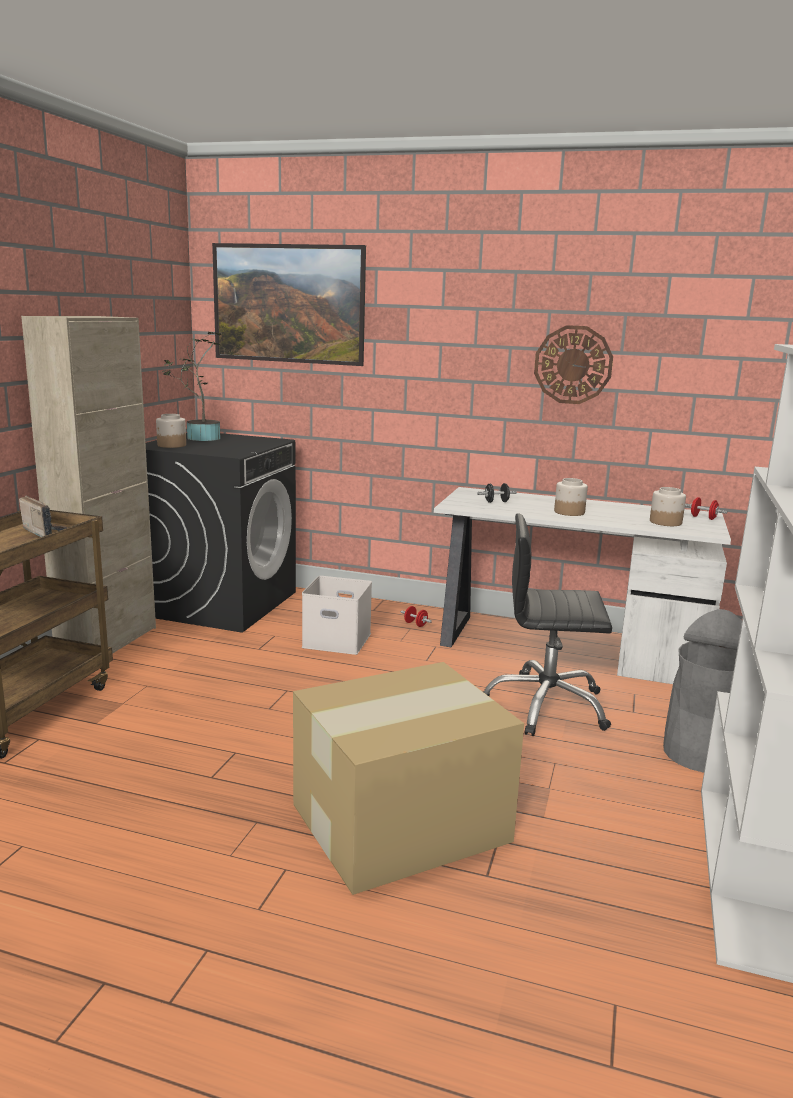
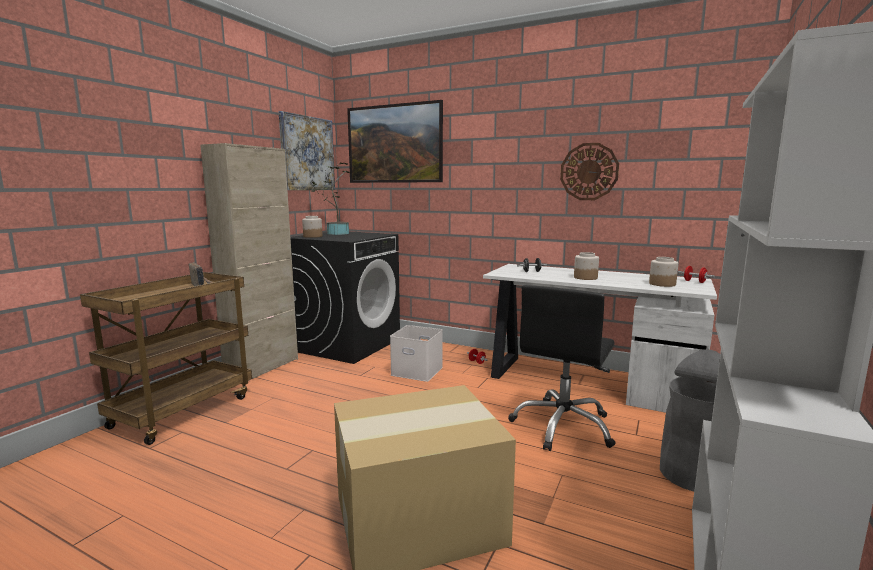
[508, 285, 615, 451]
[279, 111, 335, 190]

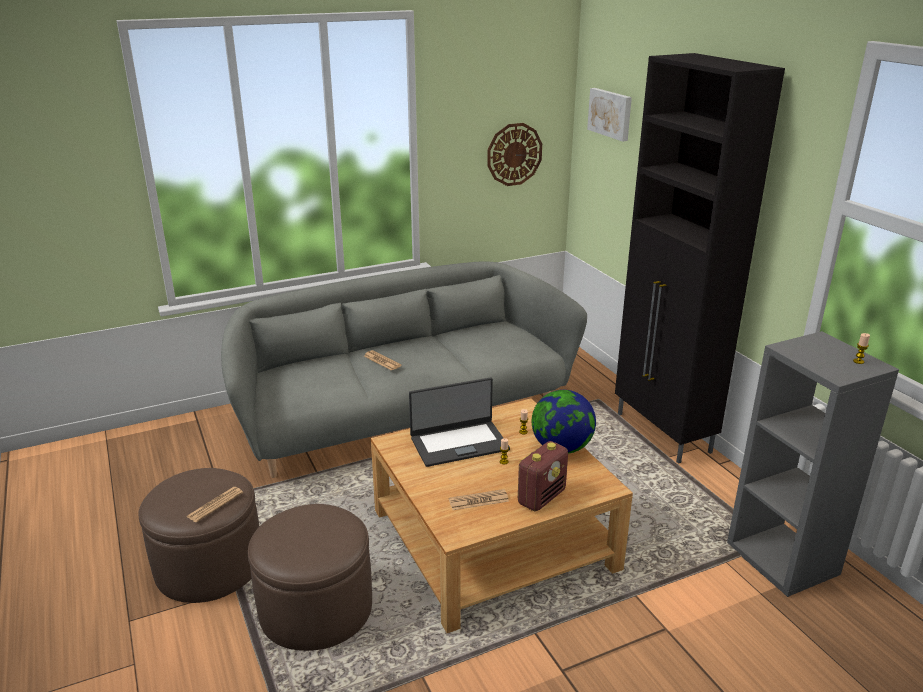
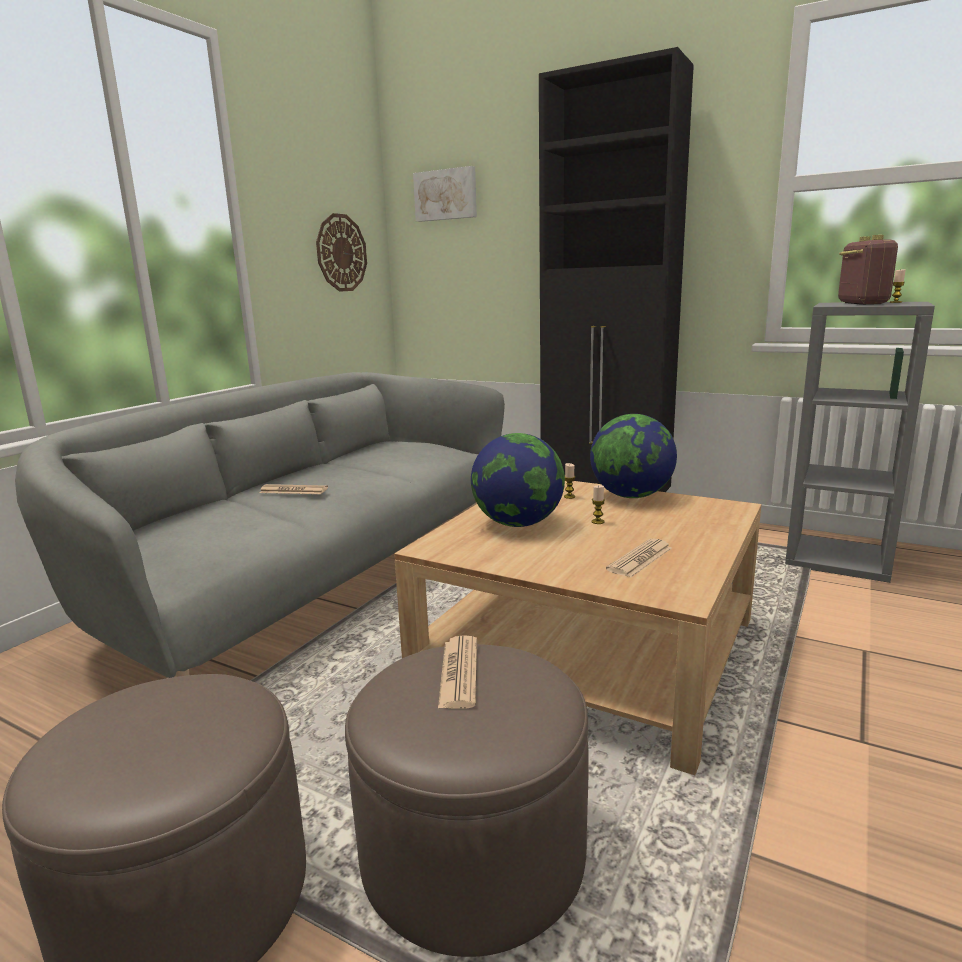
[438, 635, 477, 709]
[471, 433, 565, 527]
[838, 235, 898, 305]

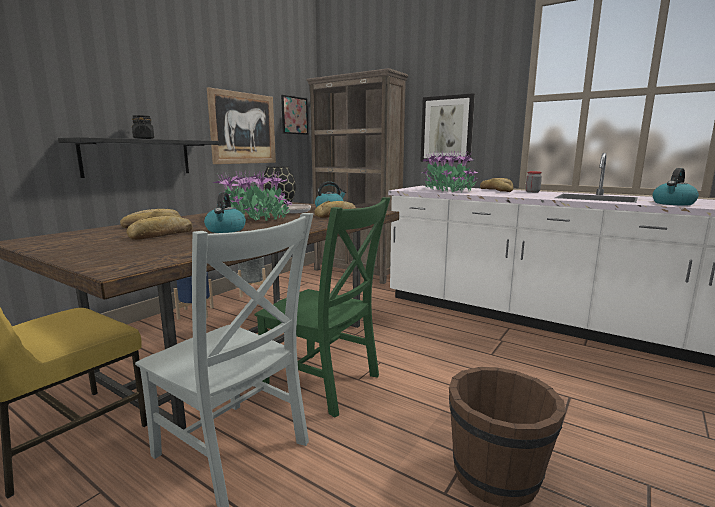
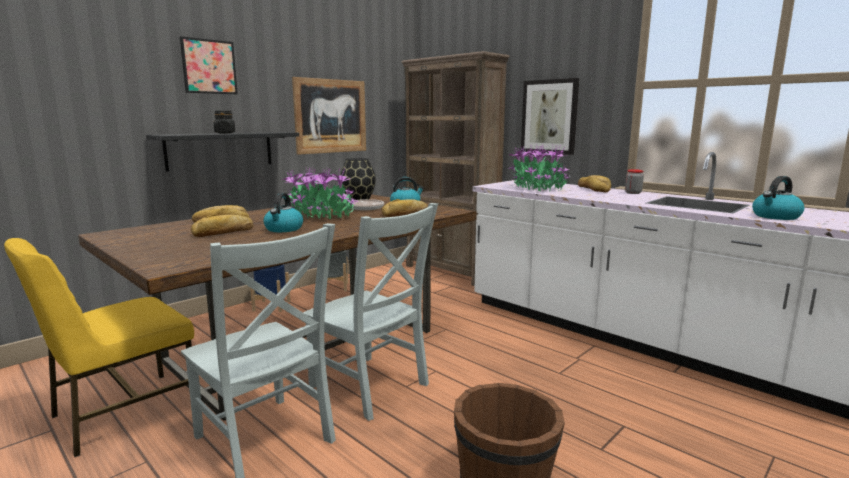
[303, 203, 438, 421]
[180, 36, 238, 94]

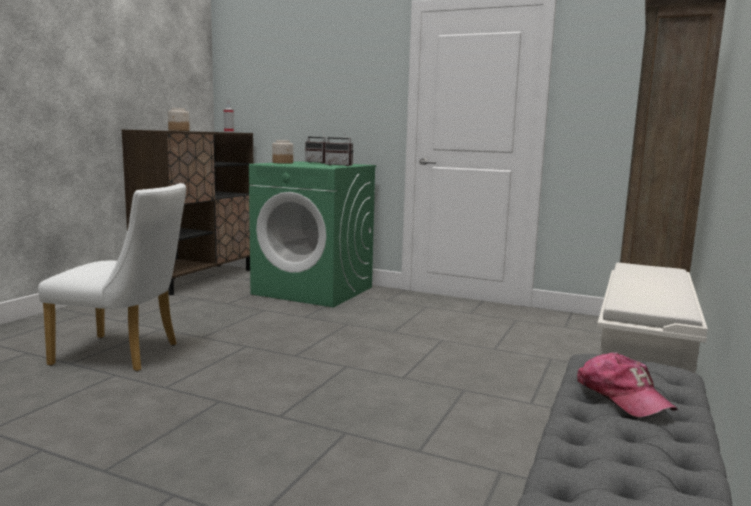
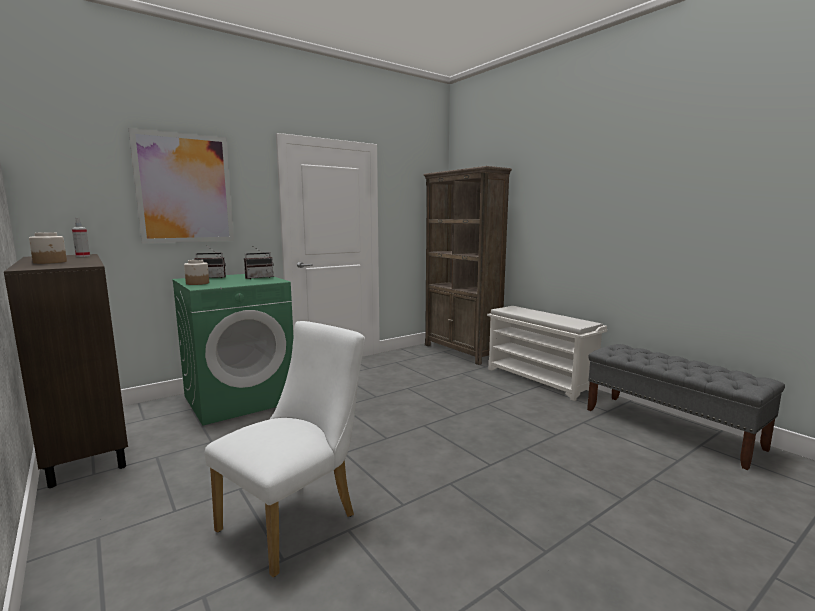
[577, 353, 678, 418] (first image)
[129, 128, 234, 244]

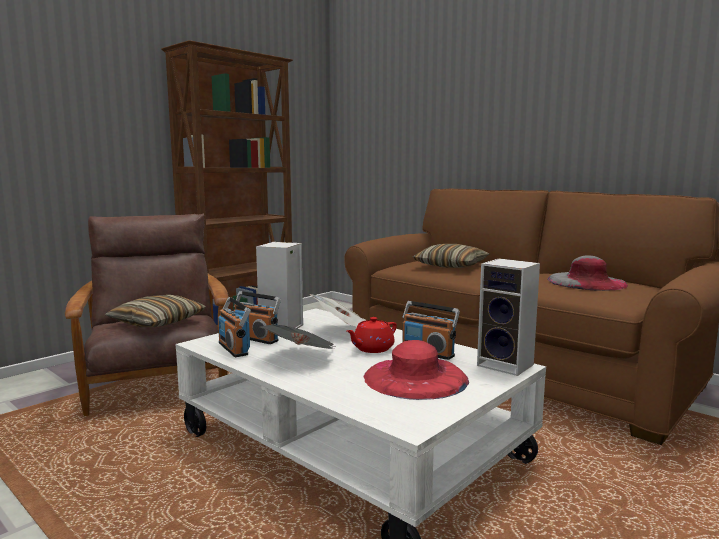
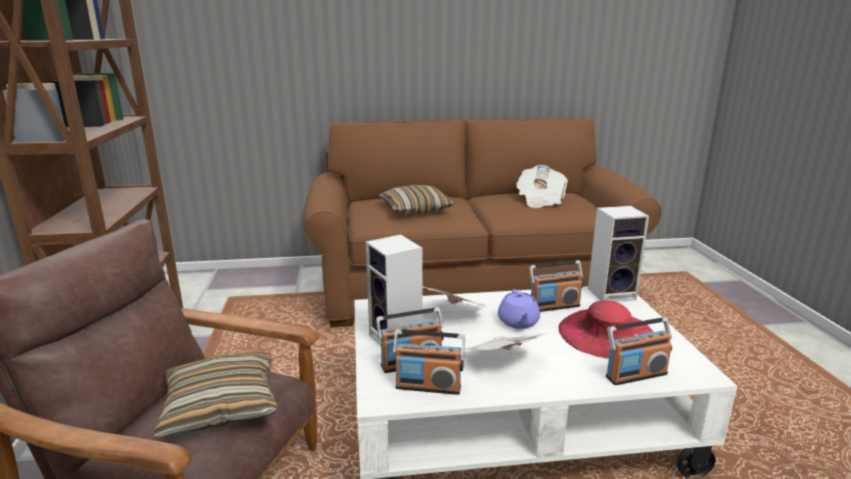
[498, 289, 540, 329]
[516, 165, 568, 208]
[606, 317, 672, 385]

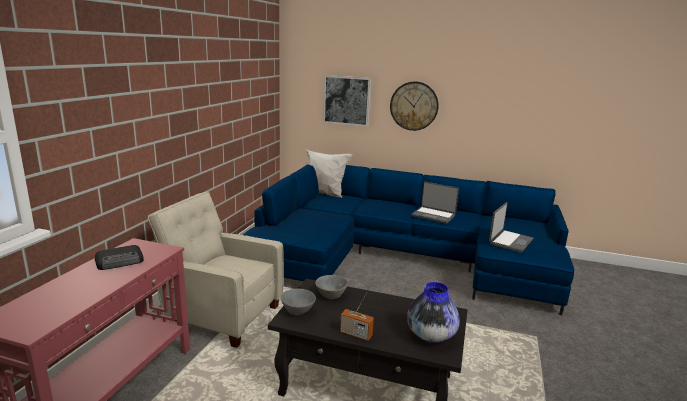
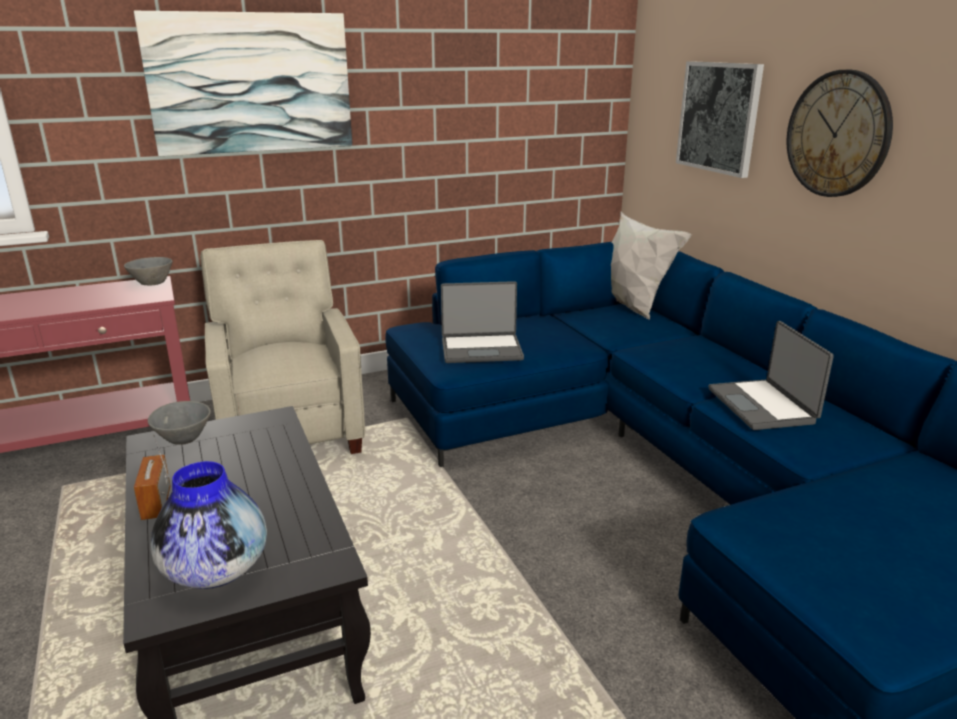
[95, 245, 144, 270] (first image)
[124, 257, 173, 285]
[441, 281, 524, 363]
[134, 11, 352, 156]

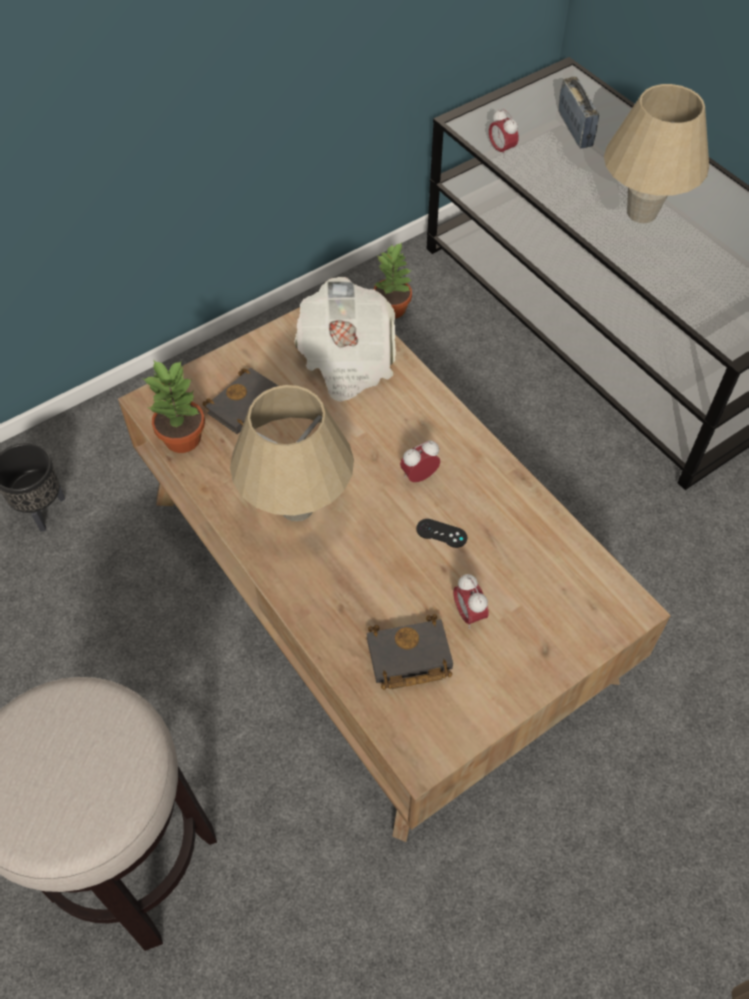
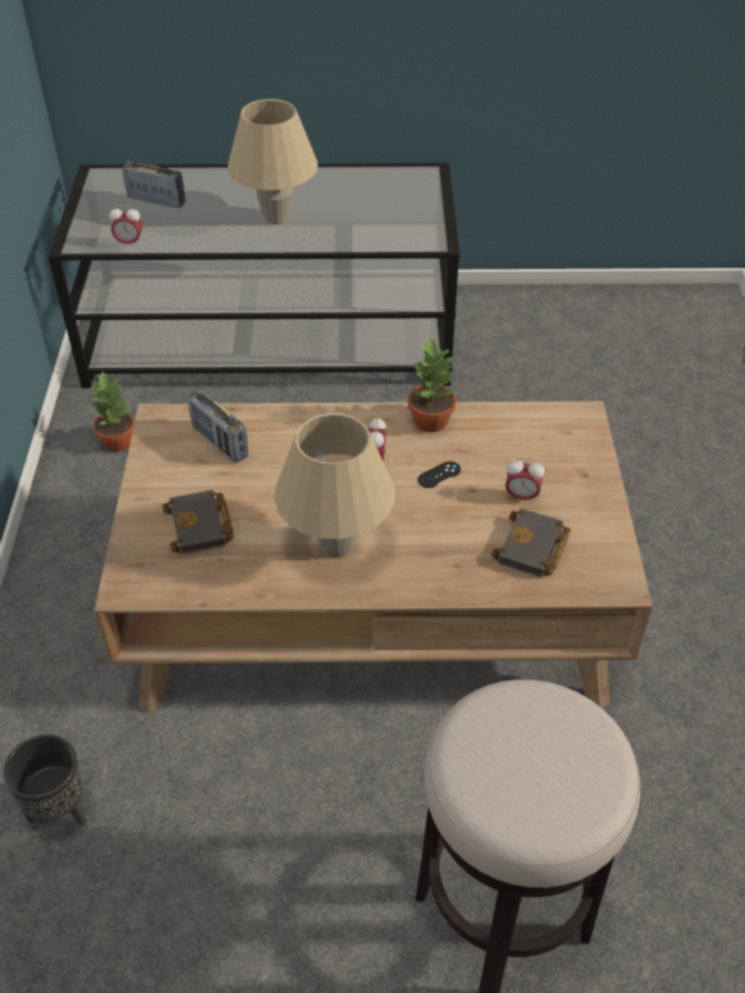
[408, 335, 456, 432]
[188, 390, 248, 463]

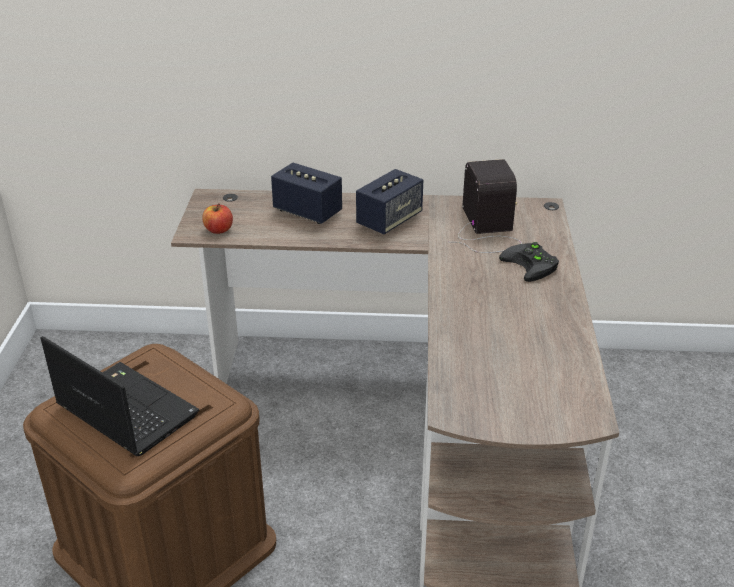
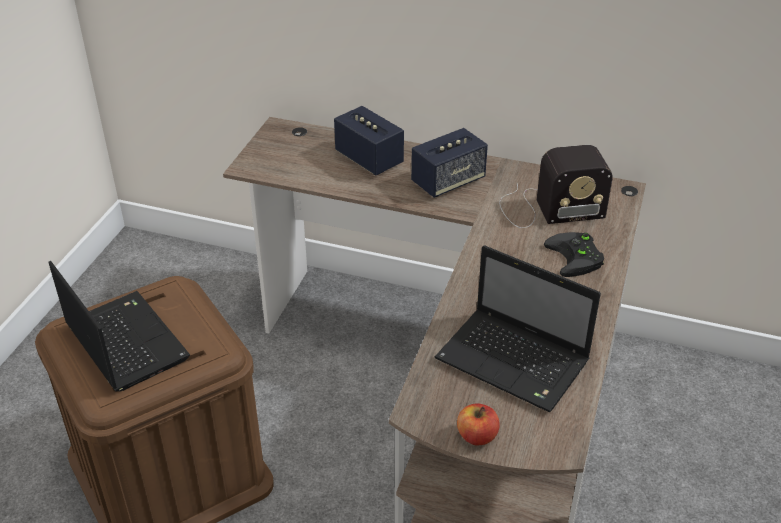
[457, 403, 500, 445]
[499, 145, 613, 228]
[435, 245, 601, 412]

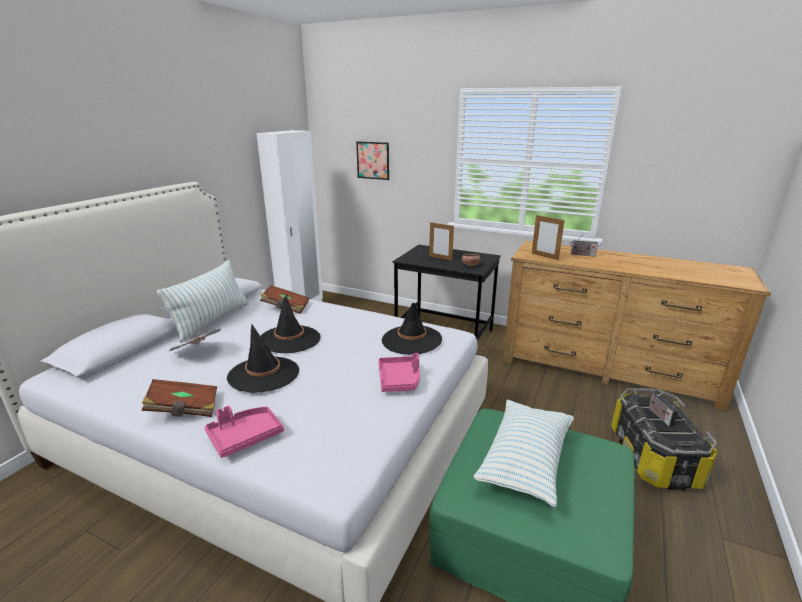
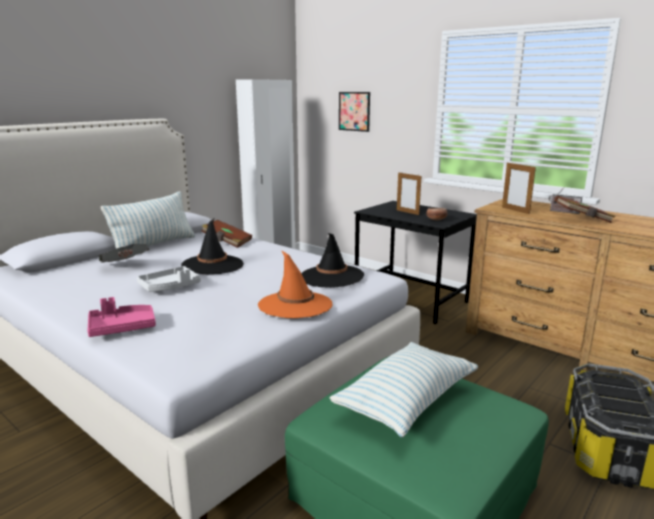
[555, 195, 615, 223]
[137, 266, 201, 292]
[258, 250, 332, 318]
[649, 392, 678, 427] (first image)

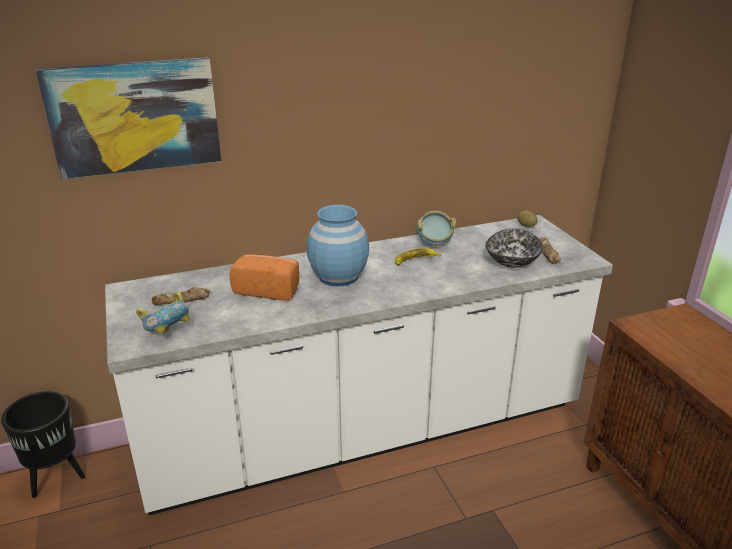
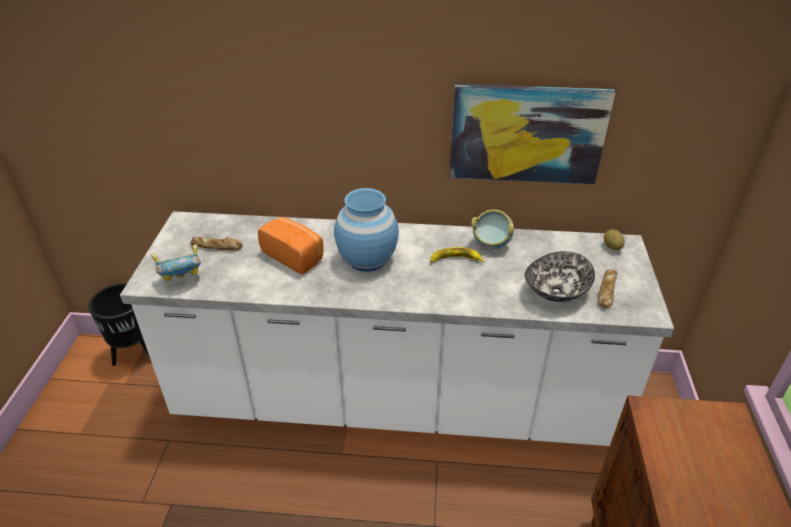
[449, 84, 616, 184]

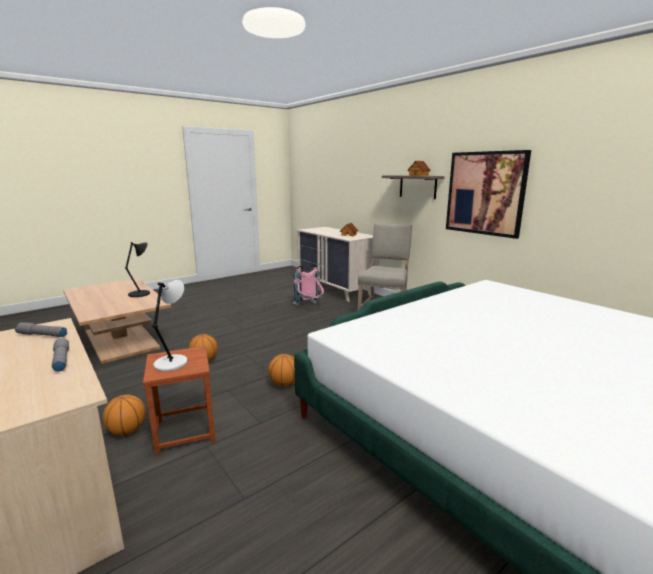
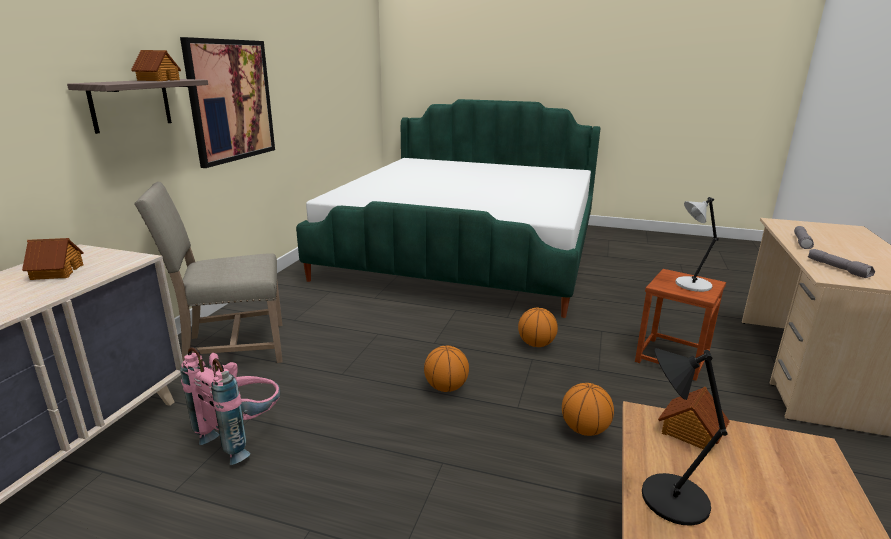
[424, 346, 469, 392]
[658, 387, 730, 449]

